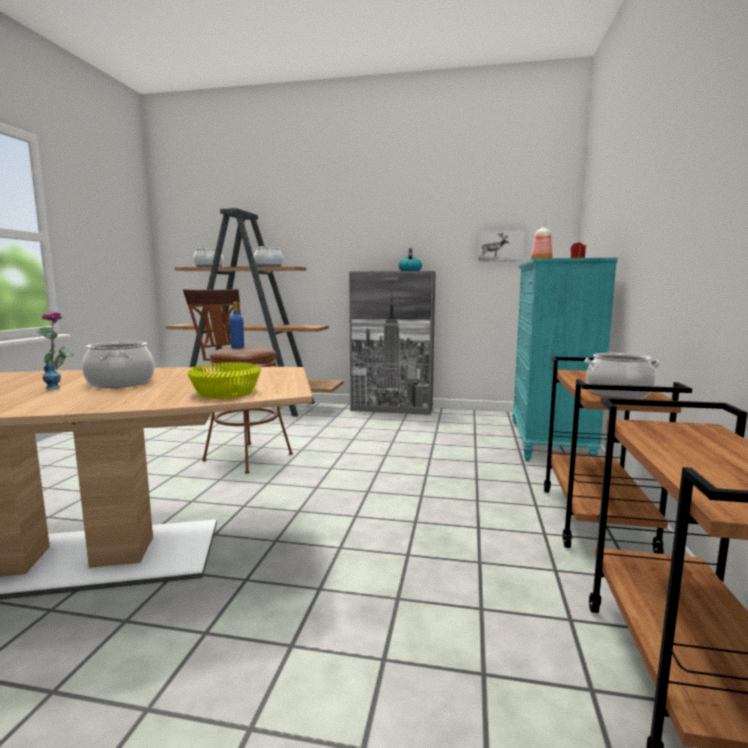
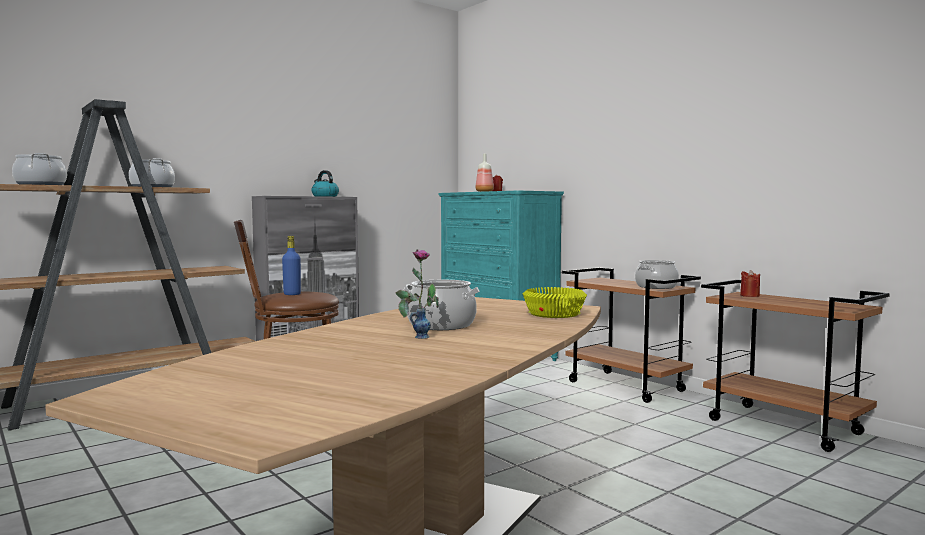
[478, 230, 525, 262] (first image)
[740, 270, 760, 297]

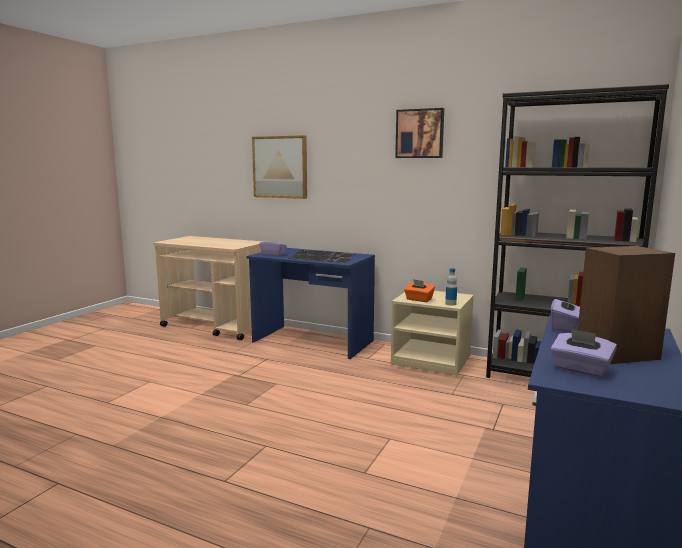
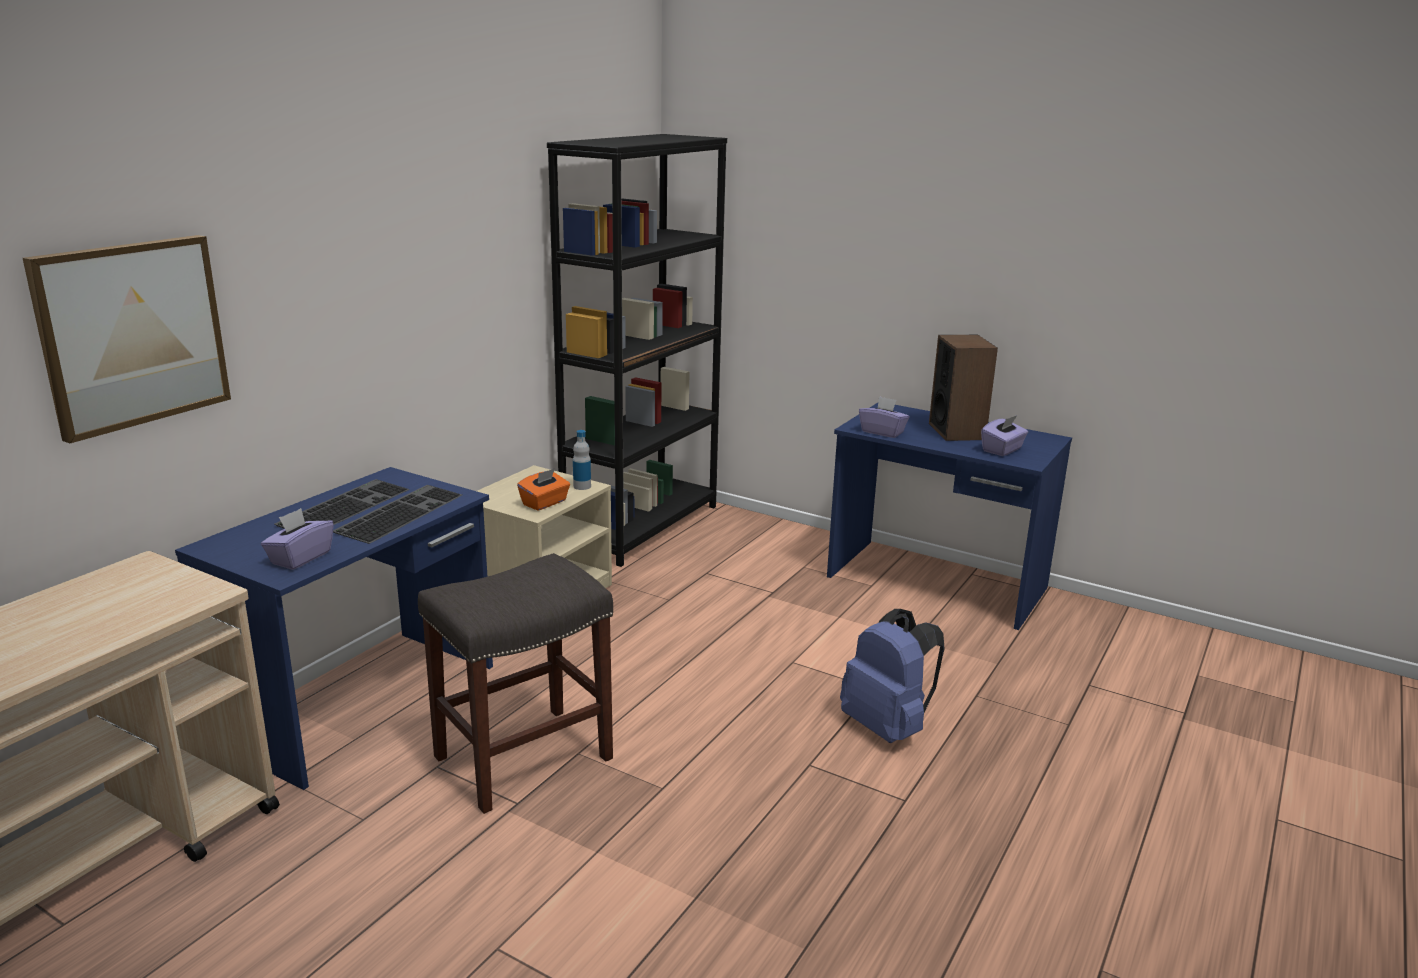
[395, 108, 444, 158] (first image)
[418, 553, 613, 814]
[840, 609, 945, 743]

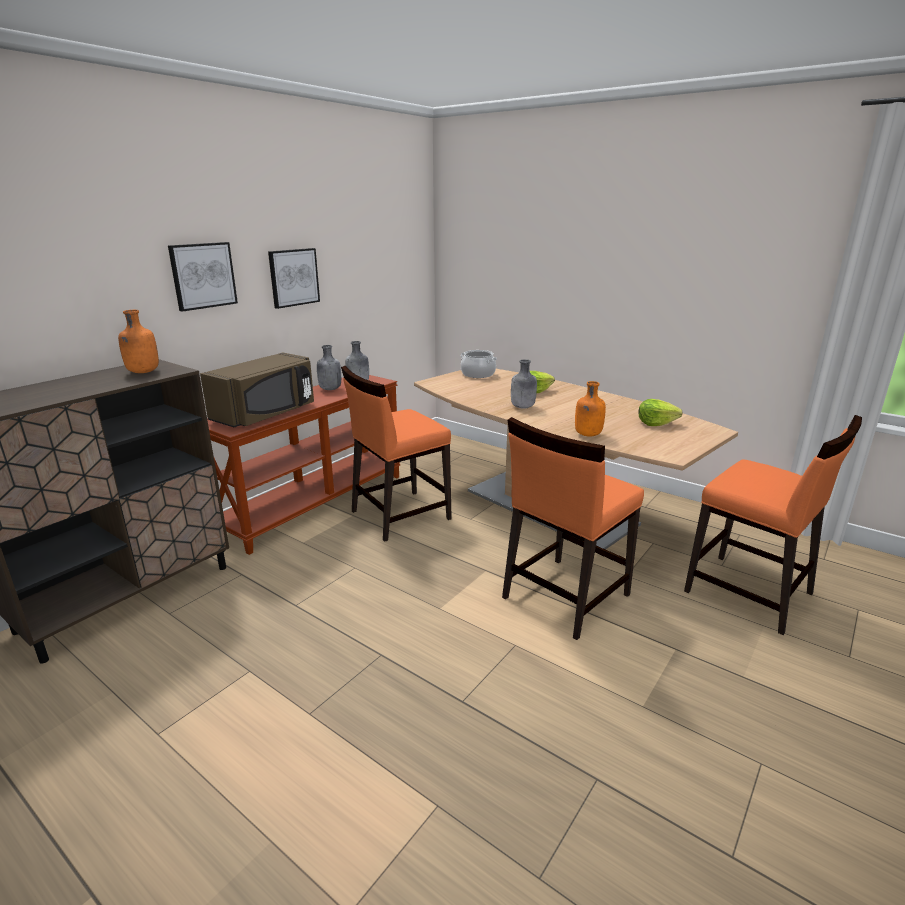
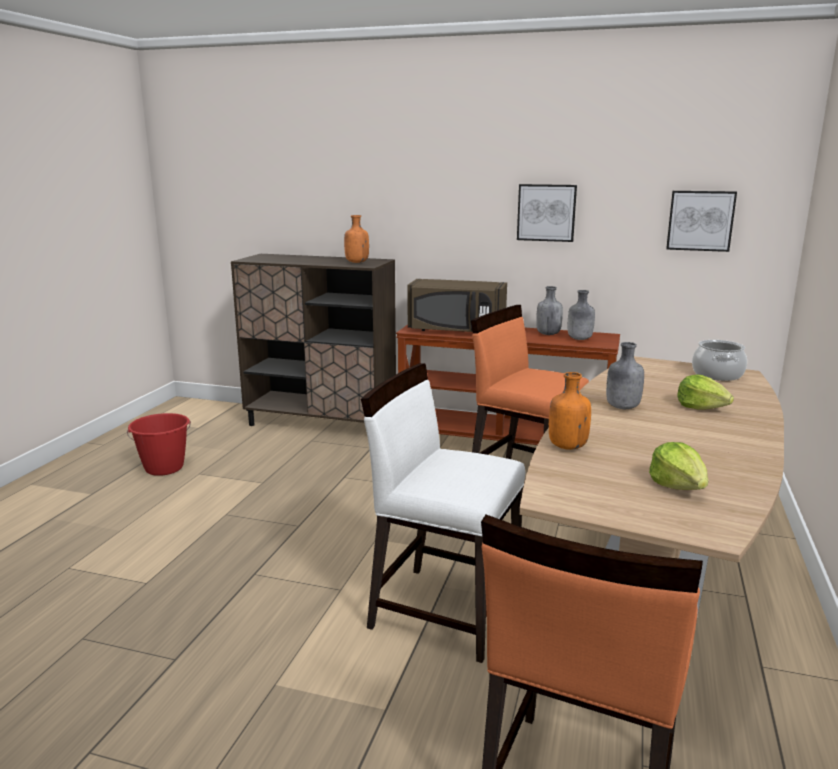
[666, 191, 737, 252]
[361, 363, 525, 663]
[127, 413, 191, 476]

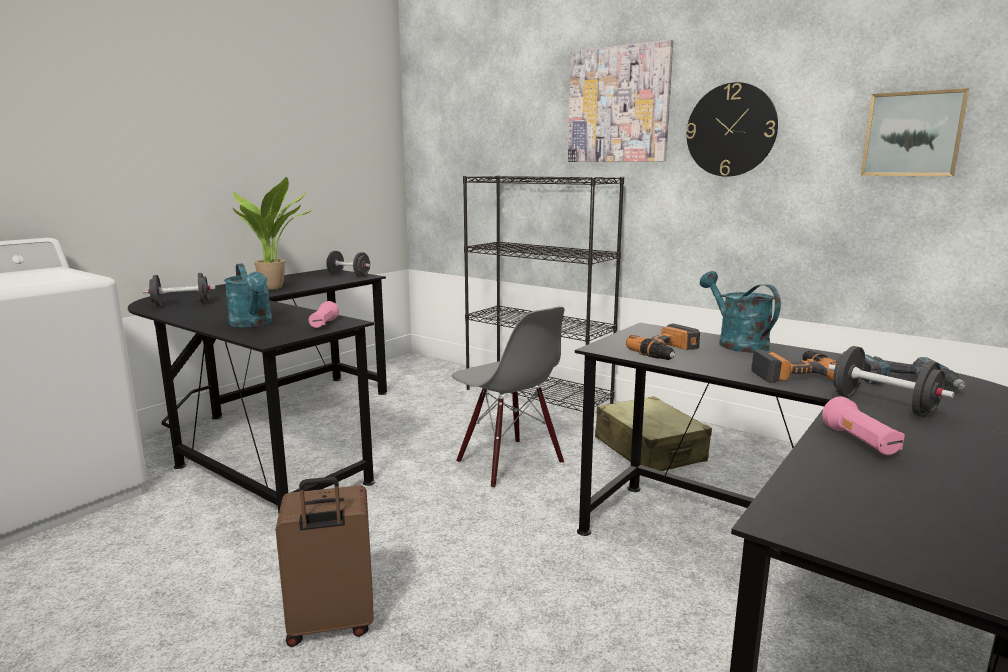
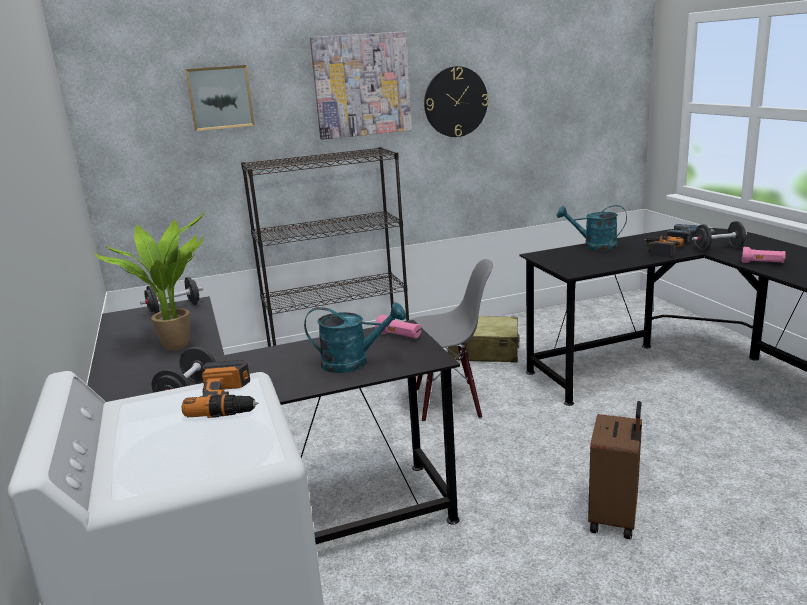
[181, 360, 258, 418]
[185, 65, 255, 131]

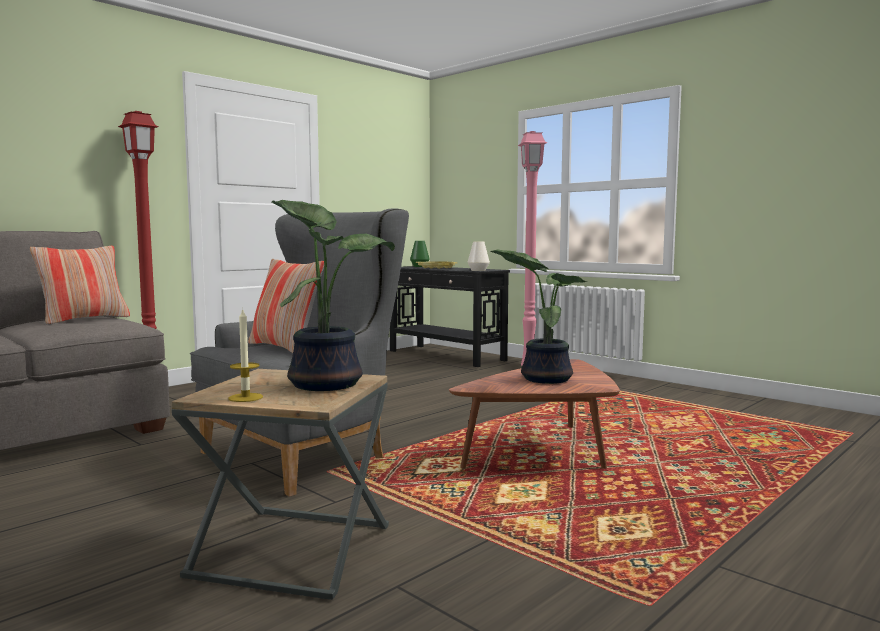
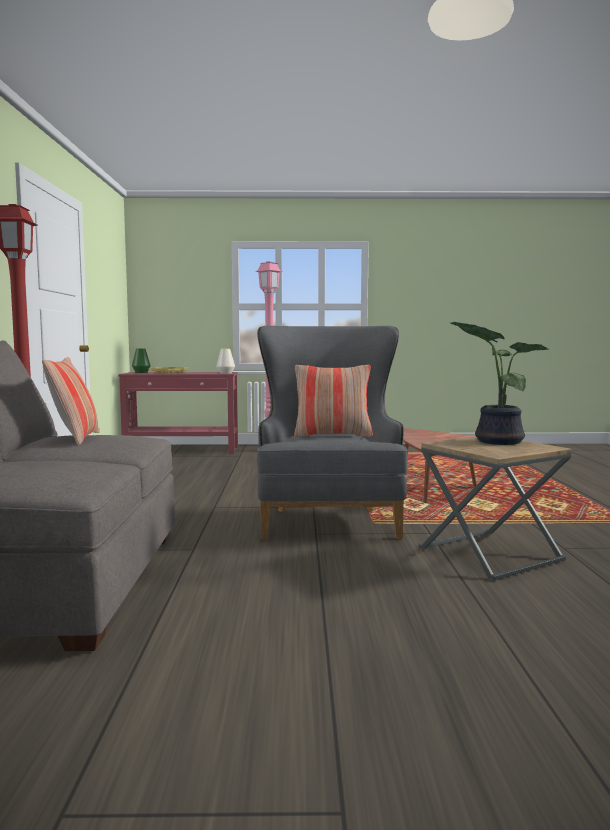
[229, 308, 263, 402] (first image)
[118, 372, 238, 454]
[491, 249, 586, 384] (first image)

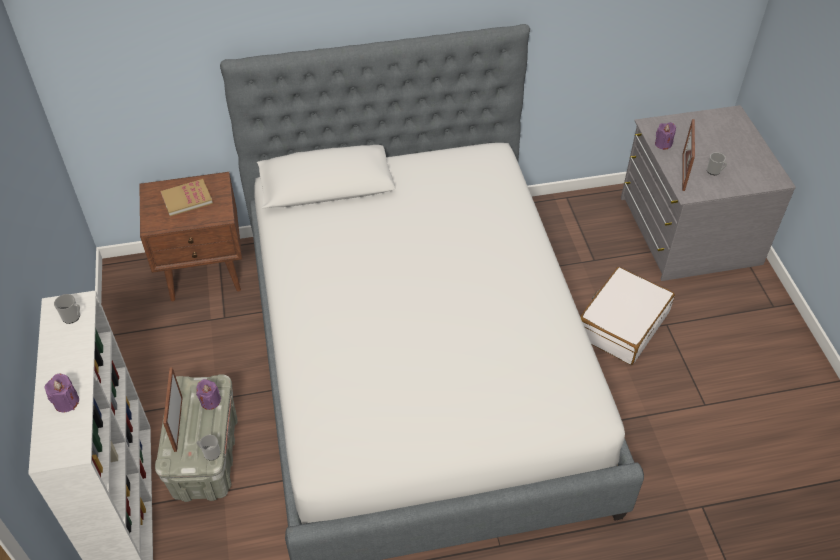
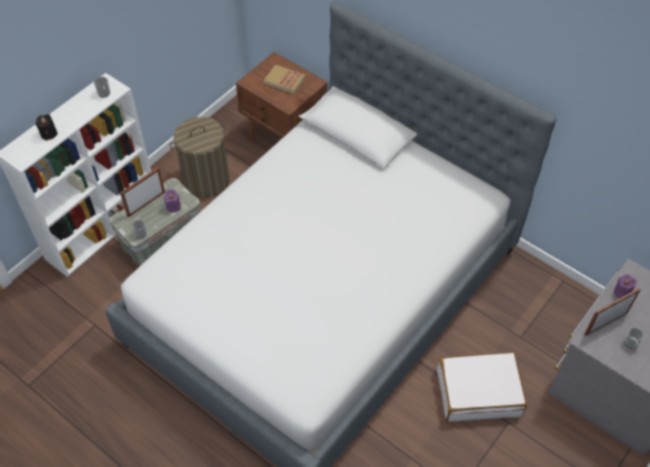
[36, 114, 58, 141]
[169, 117, 229, 198]

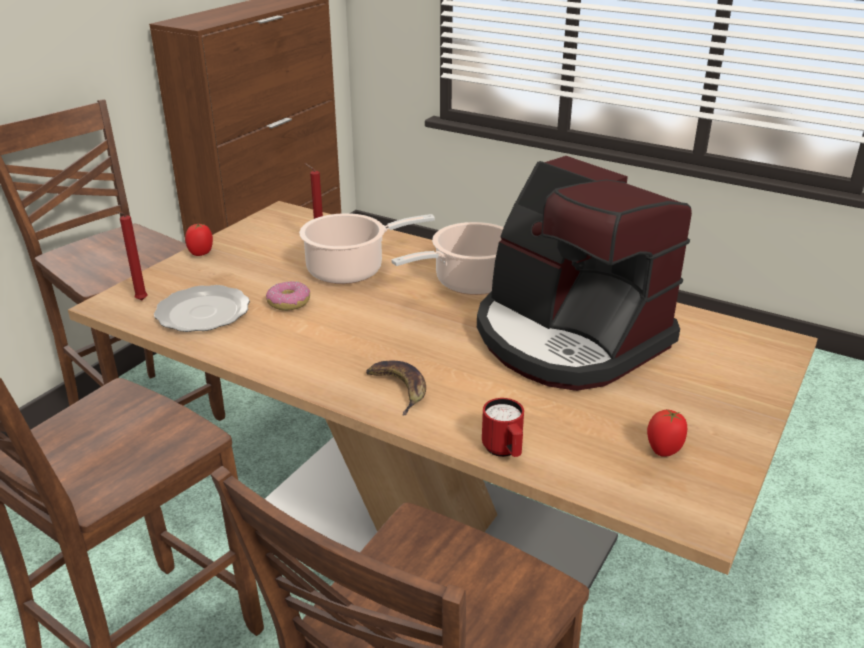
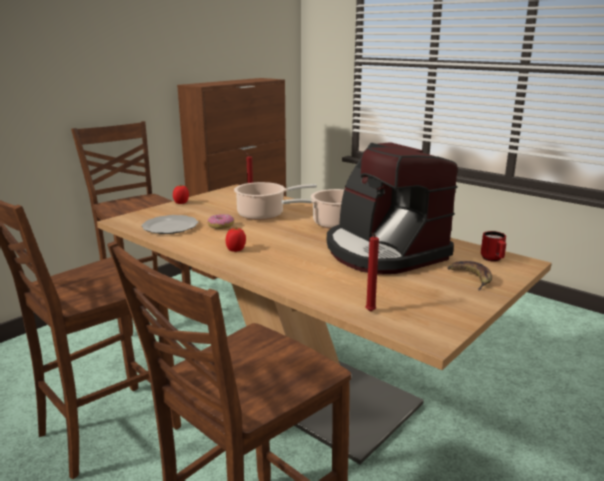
[366, 232, 379, 312]
[448, 261, 492, 291]
[481, 231, 506, 262]
[226, 227, 246, 252]

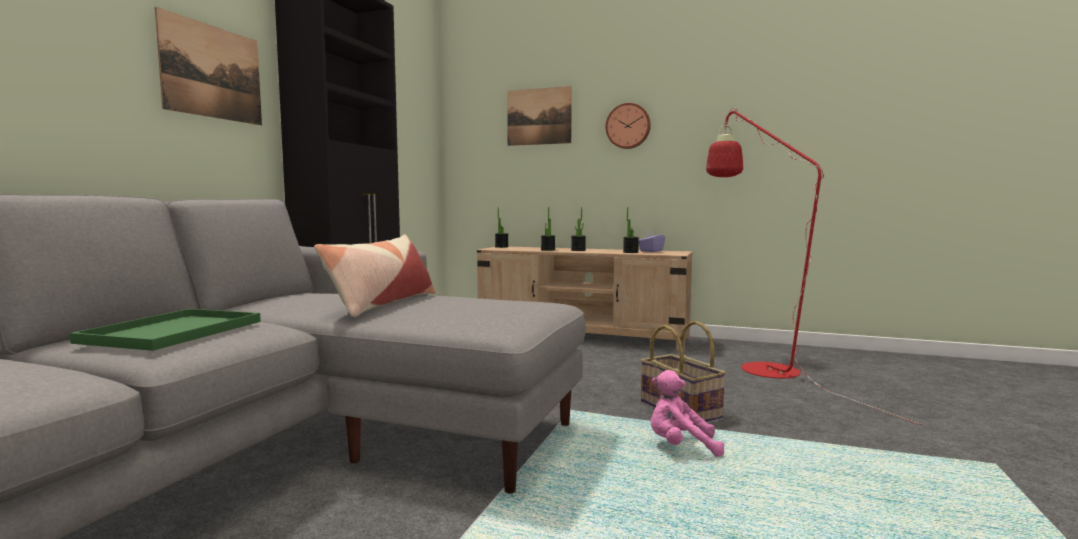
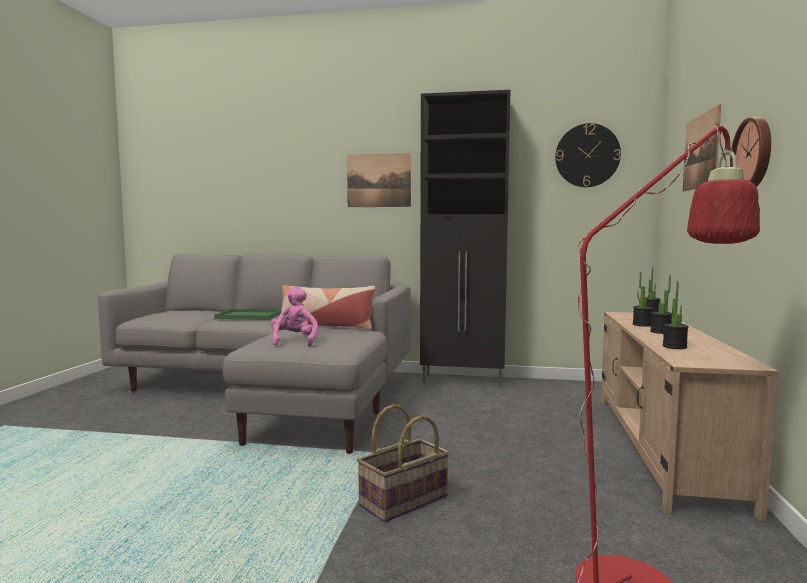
[638, 229, 665, 252] (first image)
[271, 286, 318, 347]
[555, 123, 621, 187]

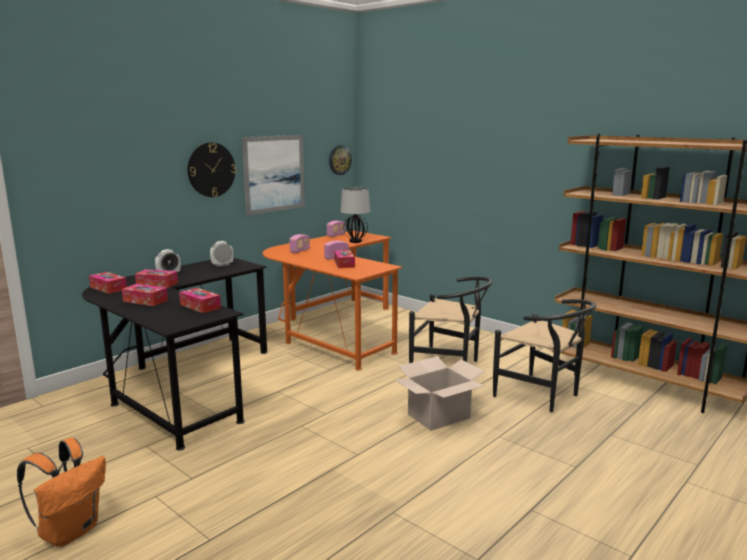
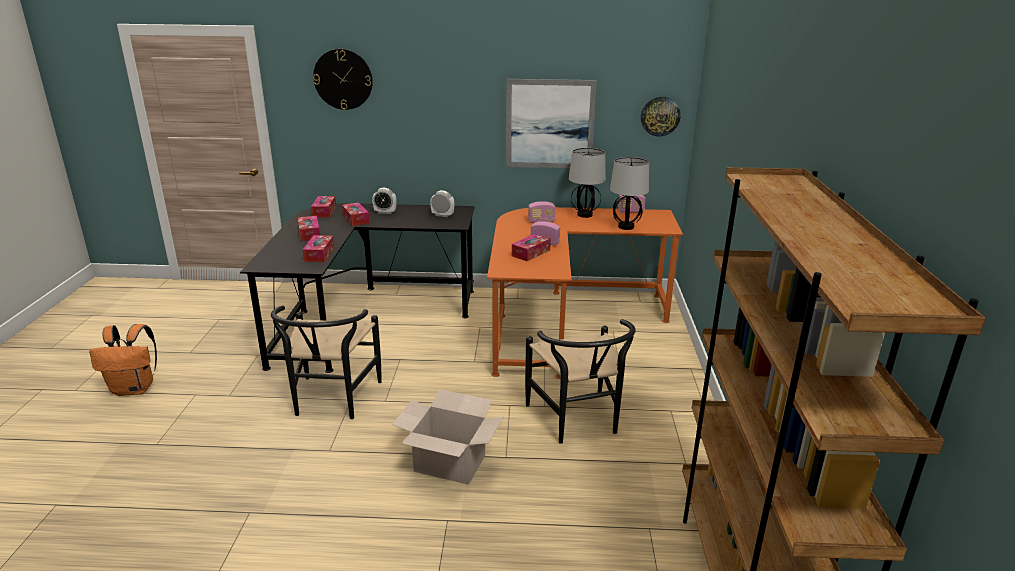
[313, 49, 373, 110]
[271, 305, 382, 419]
[569, 148, 606, 218]

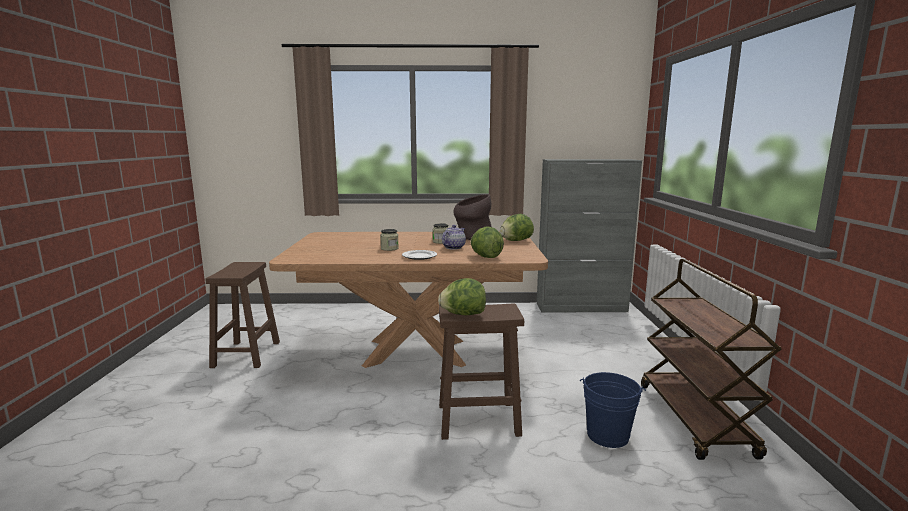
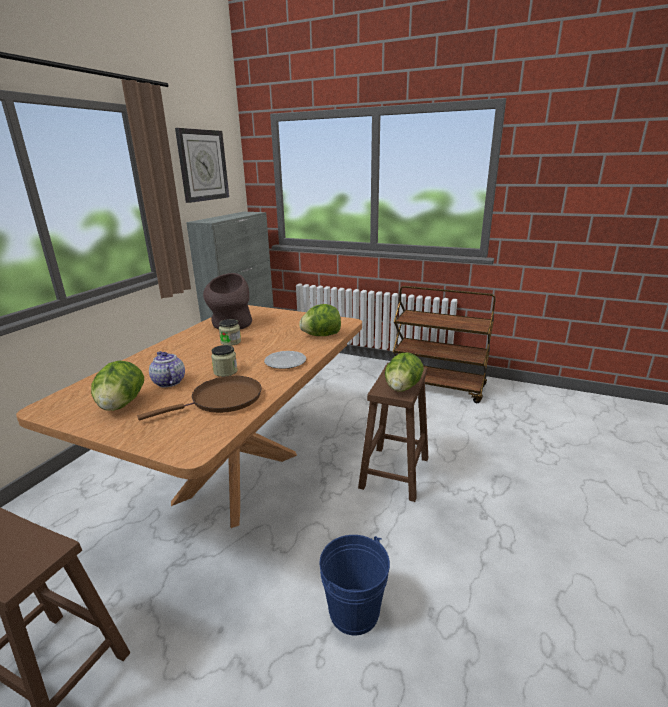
[149, 351, 185, 387]
[91, 361, 144, 411]
[319, 535, 390, 636]
[137, 376, 261, 421]
[175, 128, 229, 203]

